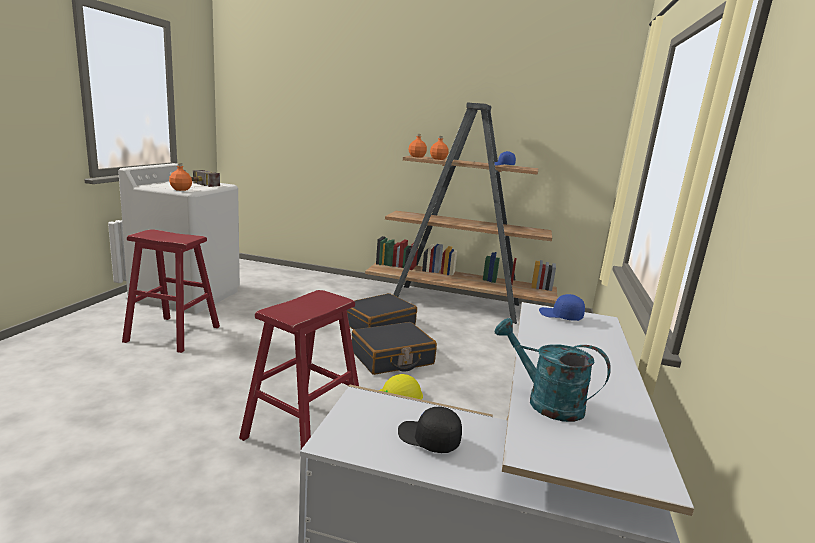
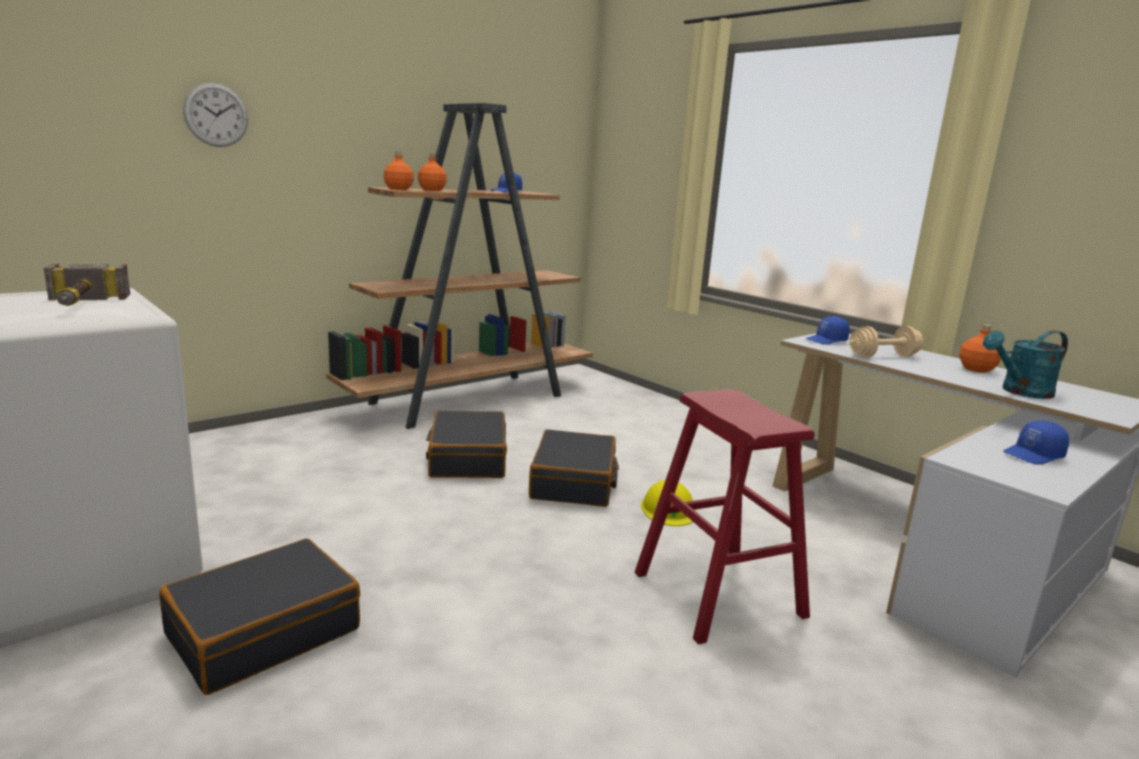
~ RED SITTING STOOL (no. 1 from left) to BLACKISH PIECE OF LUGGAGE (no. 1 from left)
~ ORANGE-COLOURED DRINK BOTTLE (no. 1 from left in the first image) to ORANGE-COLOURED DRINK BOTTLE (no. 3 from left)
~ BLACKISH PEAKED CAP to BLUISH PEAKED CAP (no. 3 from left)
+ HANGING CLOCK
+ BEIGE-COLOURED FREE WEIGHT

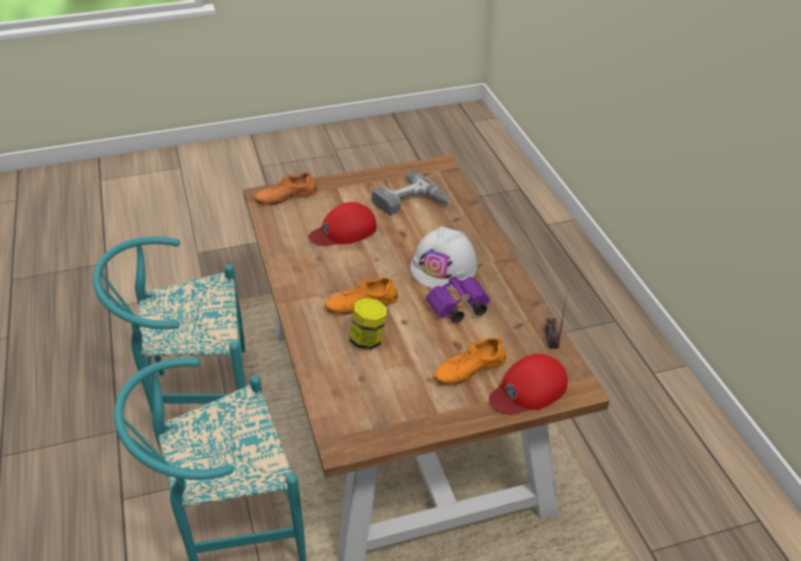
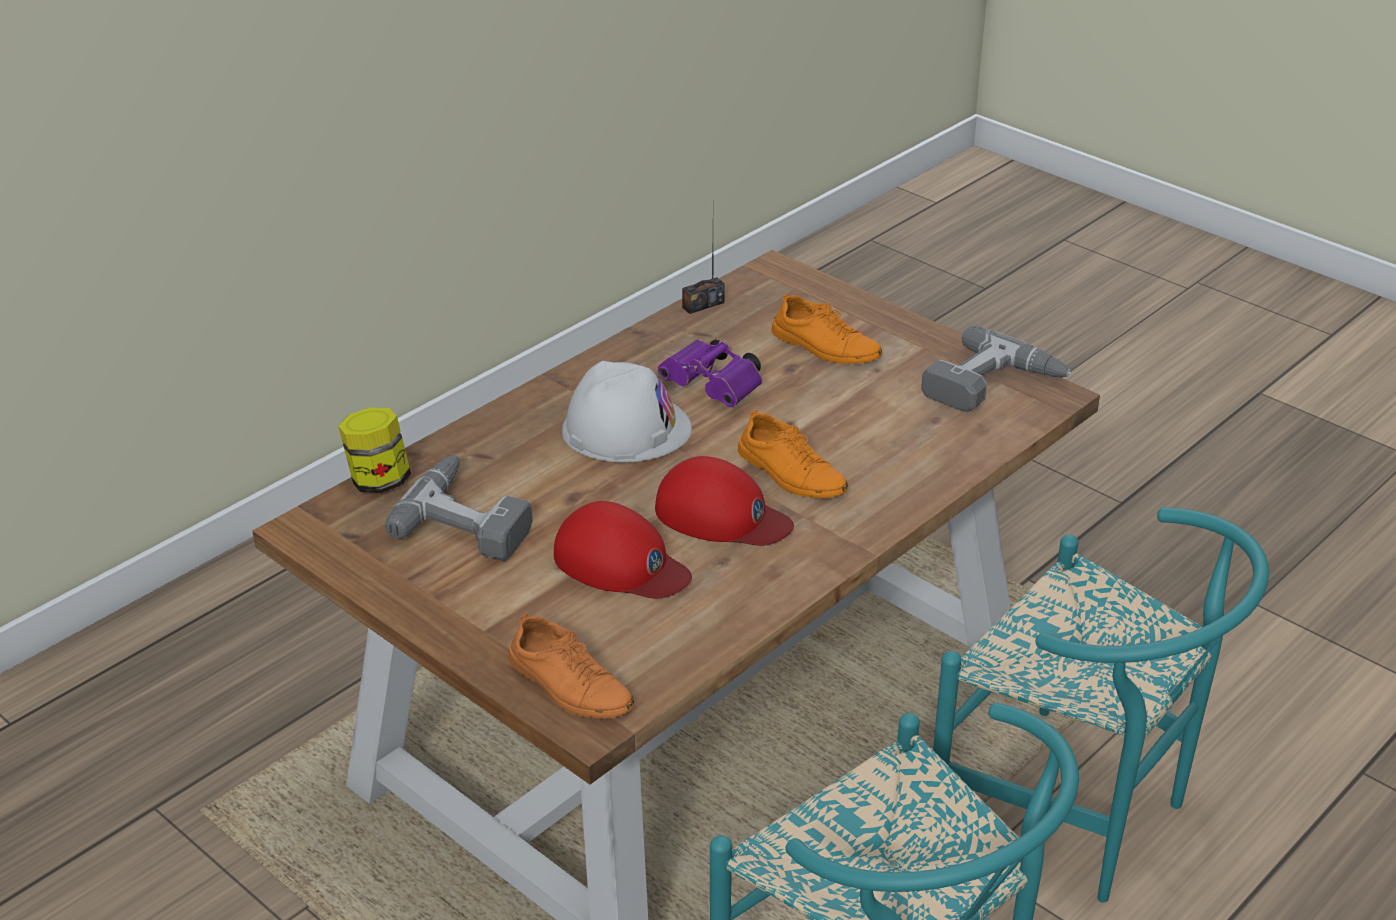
~ JAR
~ RED PEAKED CAP (no. 2 from left)
+ ELECTRIC DRILL (no. 2 from left)

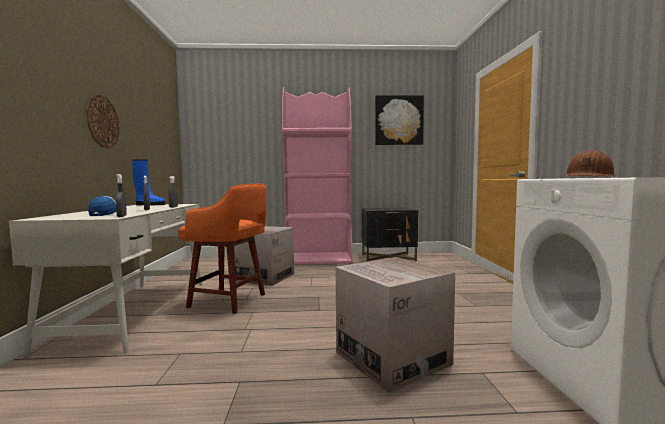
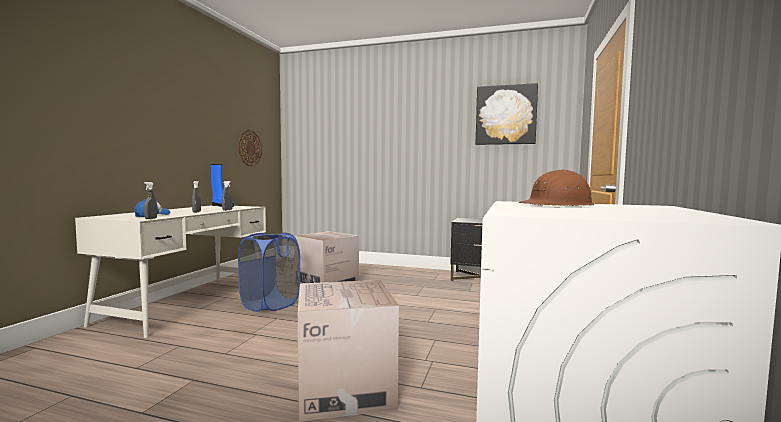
~ HANGING CLOCK
~ ORANGE-COLOURED SITTING STOOL to BLUISH LAUNDRY BASKET
- PINK-COLOURED BOOKSHELF

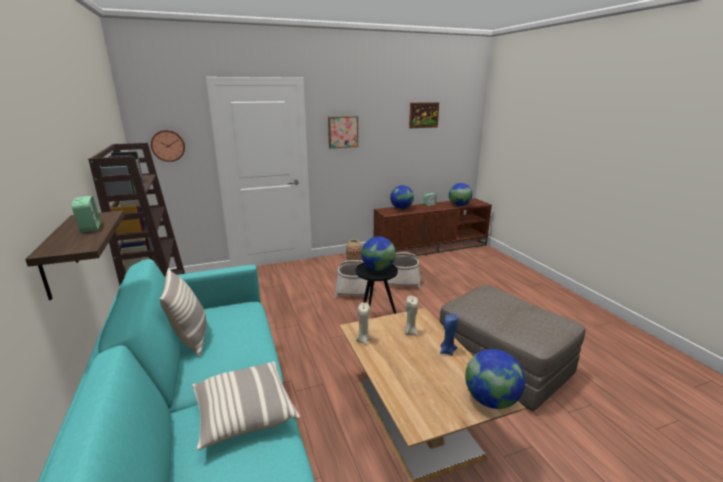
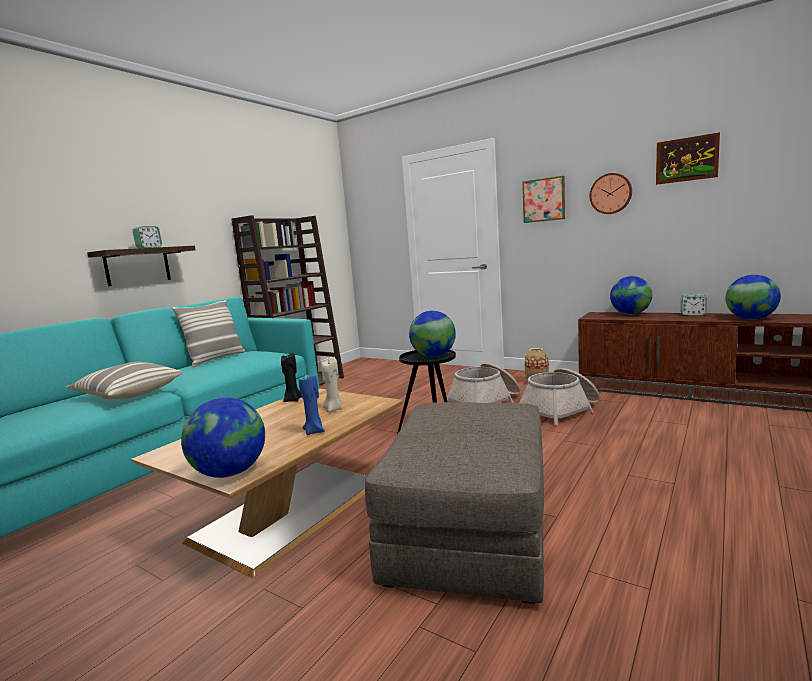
~ HANGING CLOCK
~ BEIGE-COLOURED WAX CANDLE (no. 1 from left) to BLACKISH WAX CANDLE

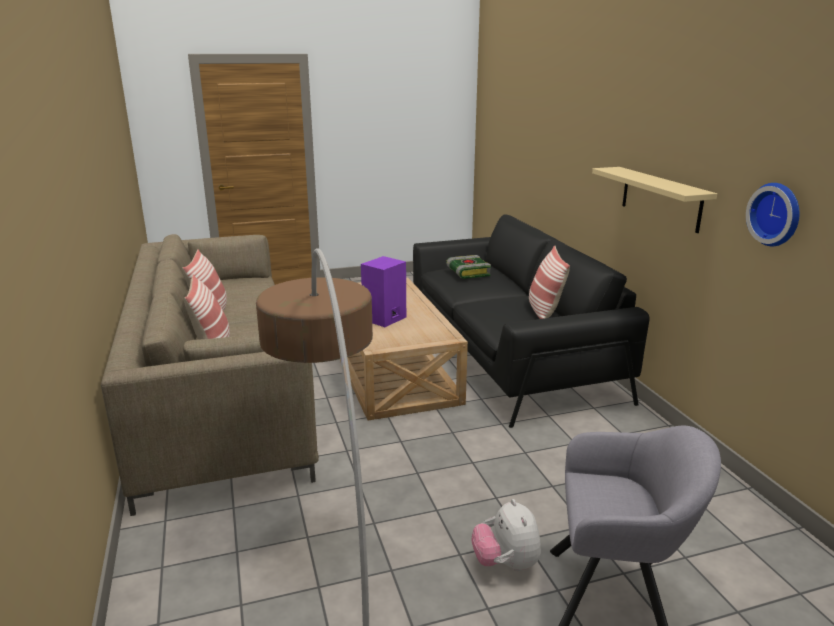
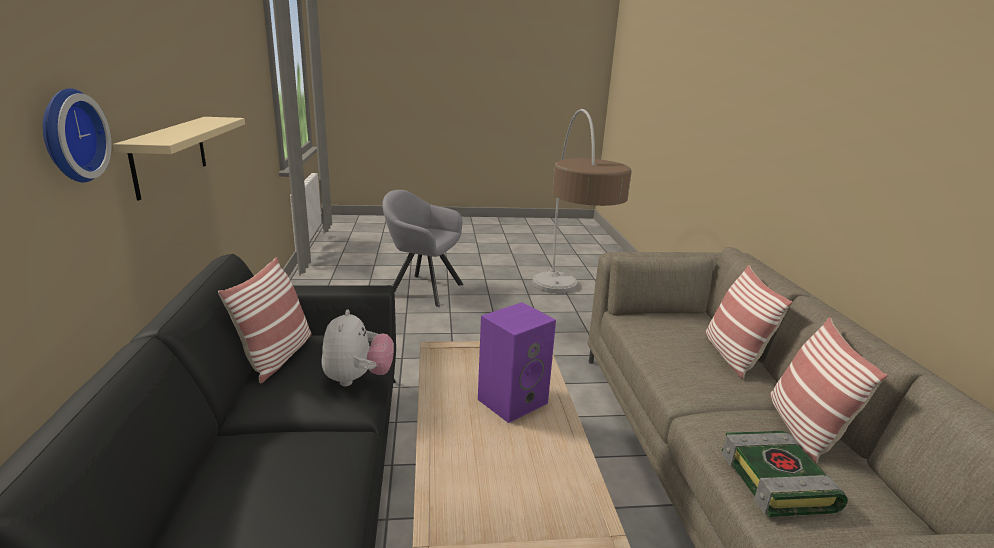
~ BOOK
~ PLUSH TOY
~ HANGING CLOCK

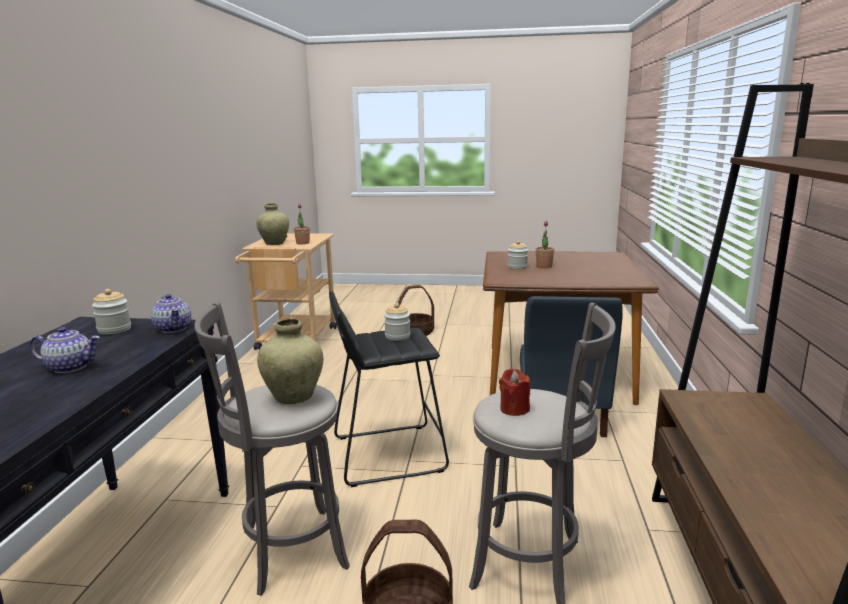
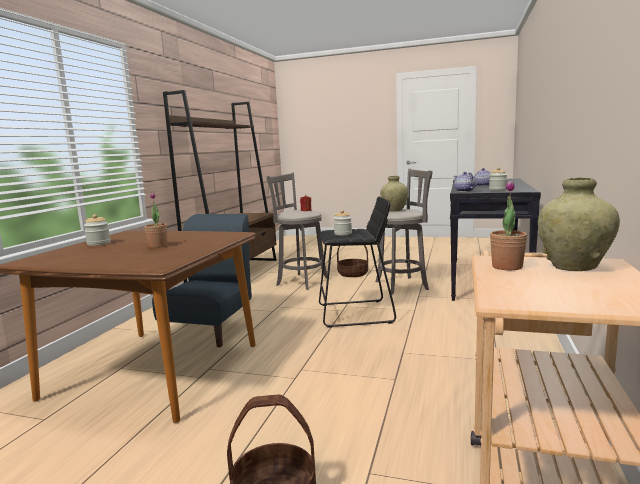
~ JAR (no. 3 from left in the first image) to JAR (no. 1 from left)

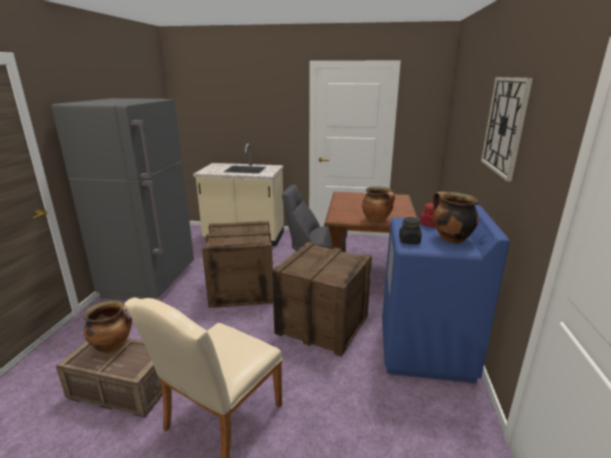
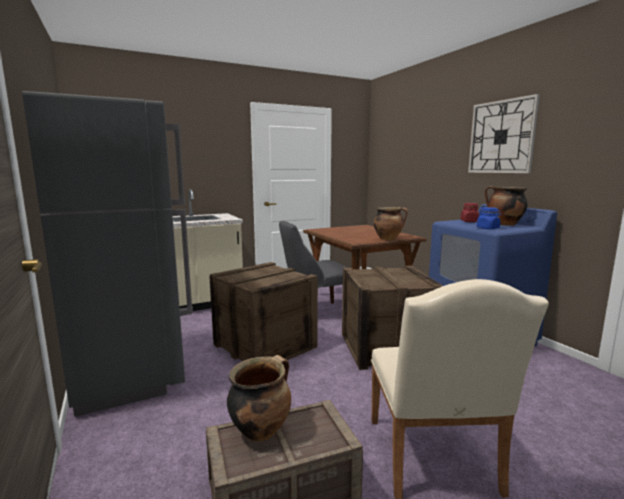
~ BLACKISH JAR to BLUISH JAR

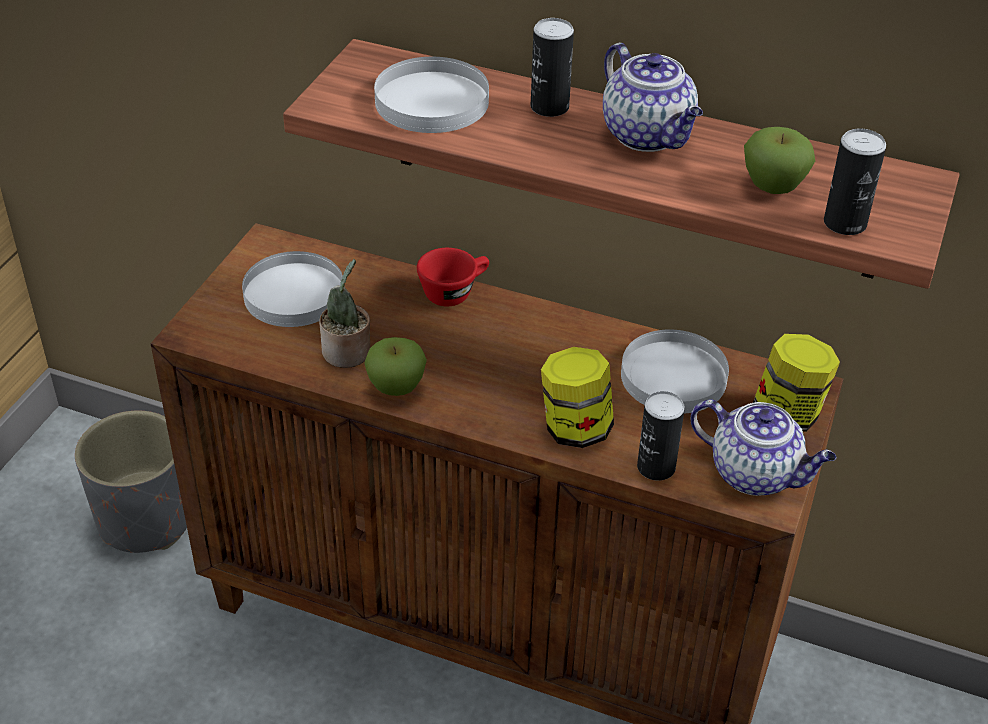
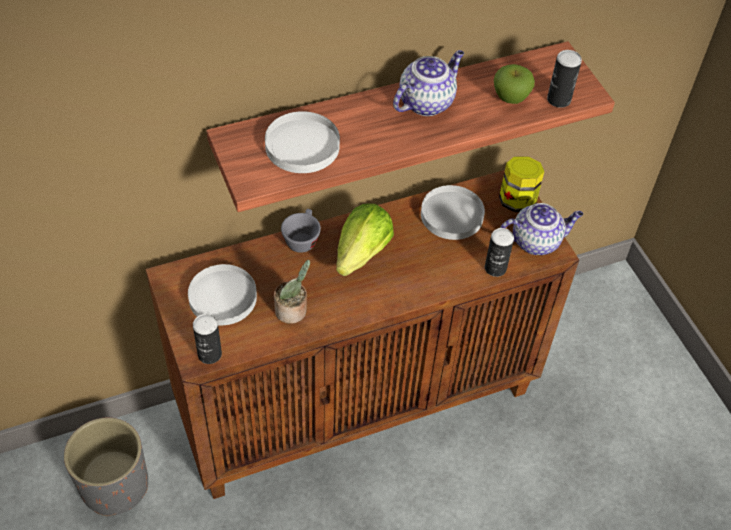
- WHOLE APPLE (no. 1 from left)
~ RED DRINKING CUP to GREYISH DRINKING CUP
~ METAL CAN (no. 1 from left)
- JAR (no. 1 from left)
~ TEAPOT (no. 1 from left) 60 degrees counterclockwise
+ LETTUCE

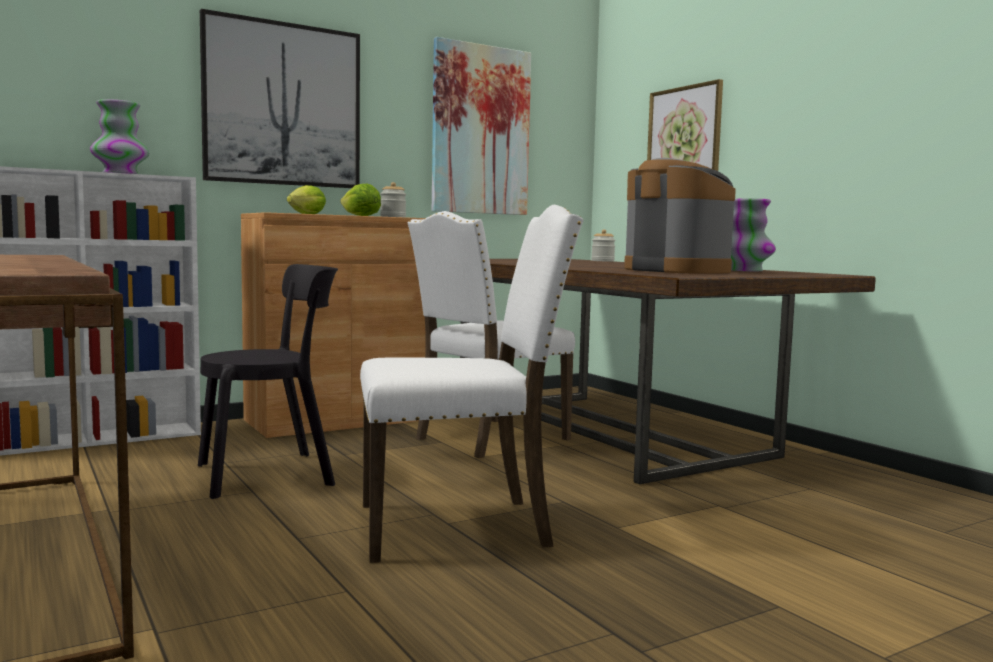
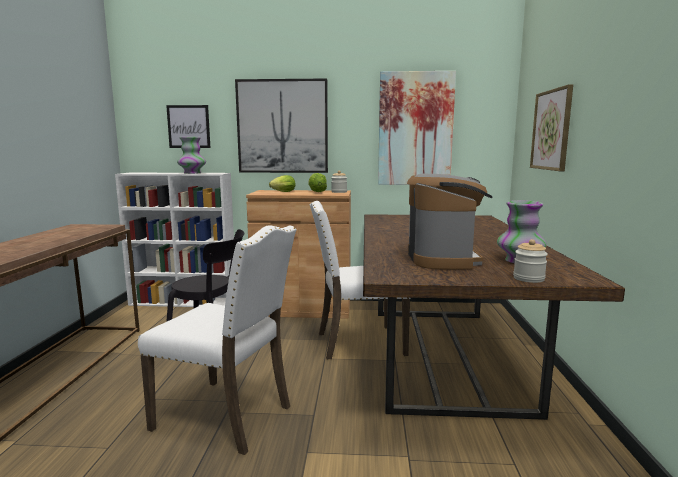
~ JAR (no. 2 from left)
+ WALL PICTURE (no. 1 from left)

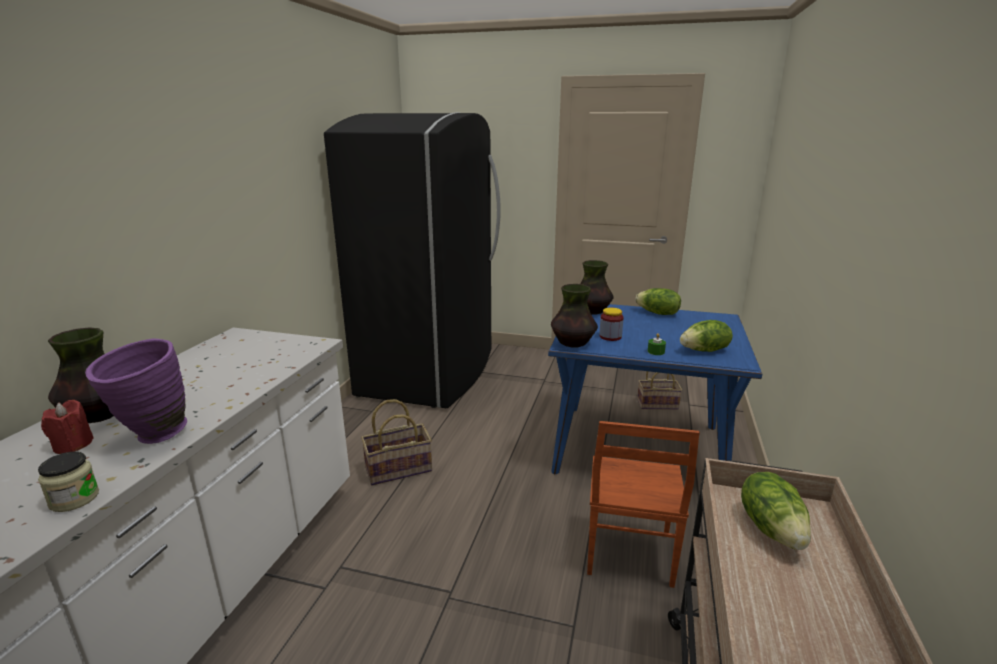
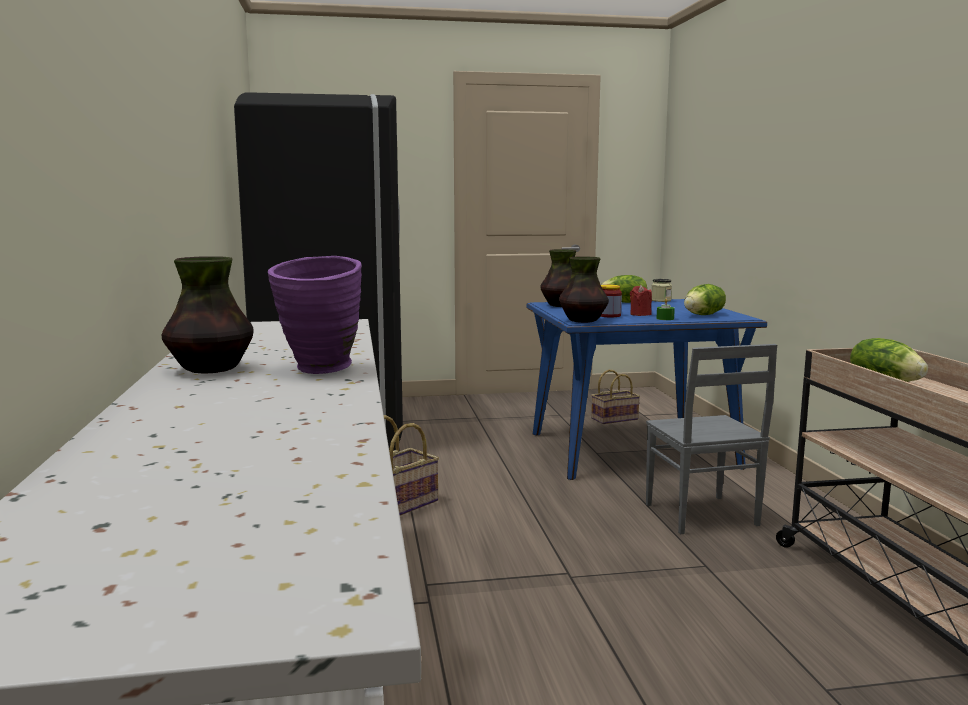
~ JAR (no. 1 from left in the first image) to JAR (no. 2 from left)
~ RED WAX CANDLE
~ BROWNISH UPRIGHT CHAIR to GREYISH UPRIGHT CHAIR

